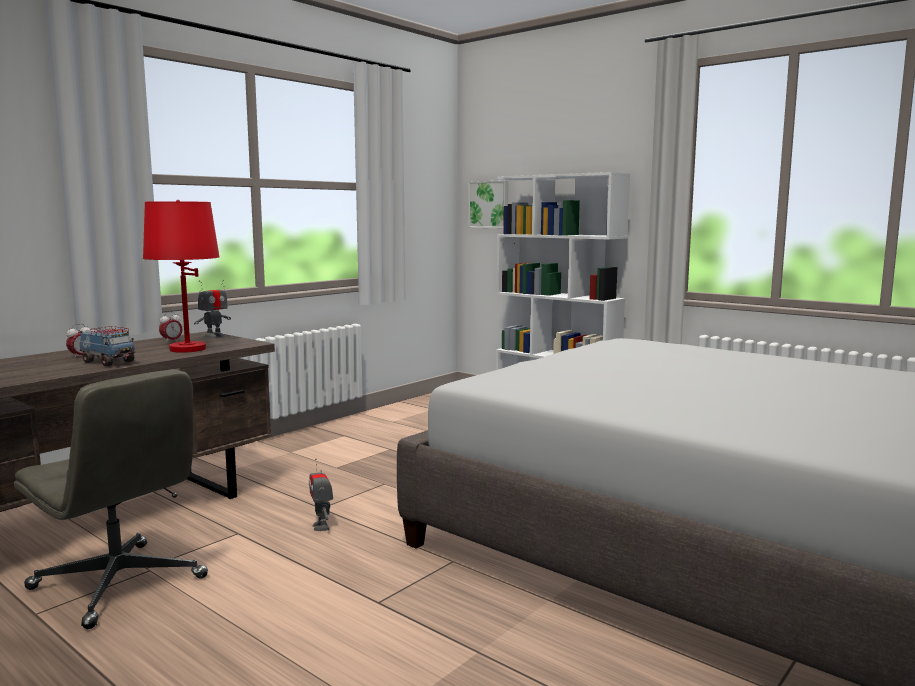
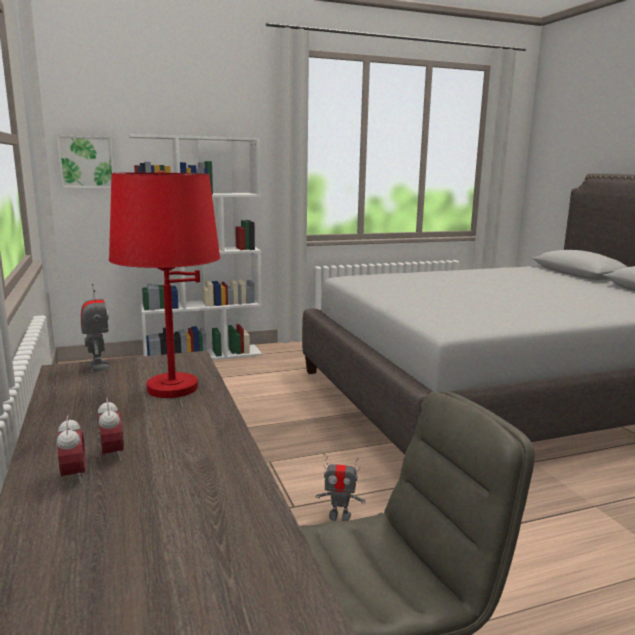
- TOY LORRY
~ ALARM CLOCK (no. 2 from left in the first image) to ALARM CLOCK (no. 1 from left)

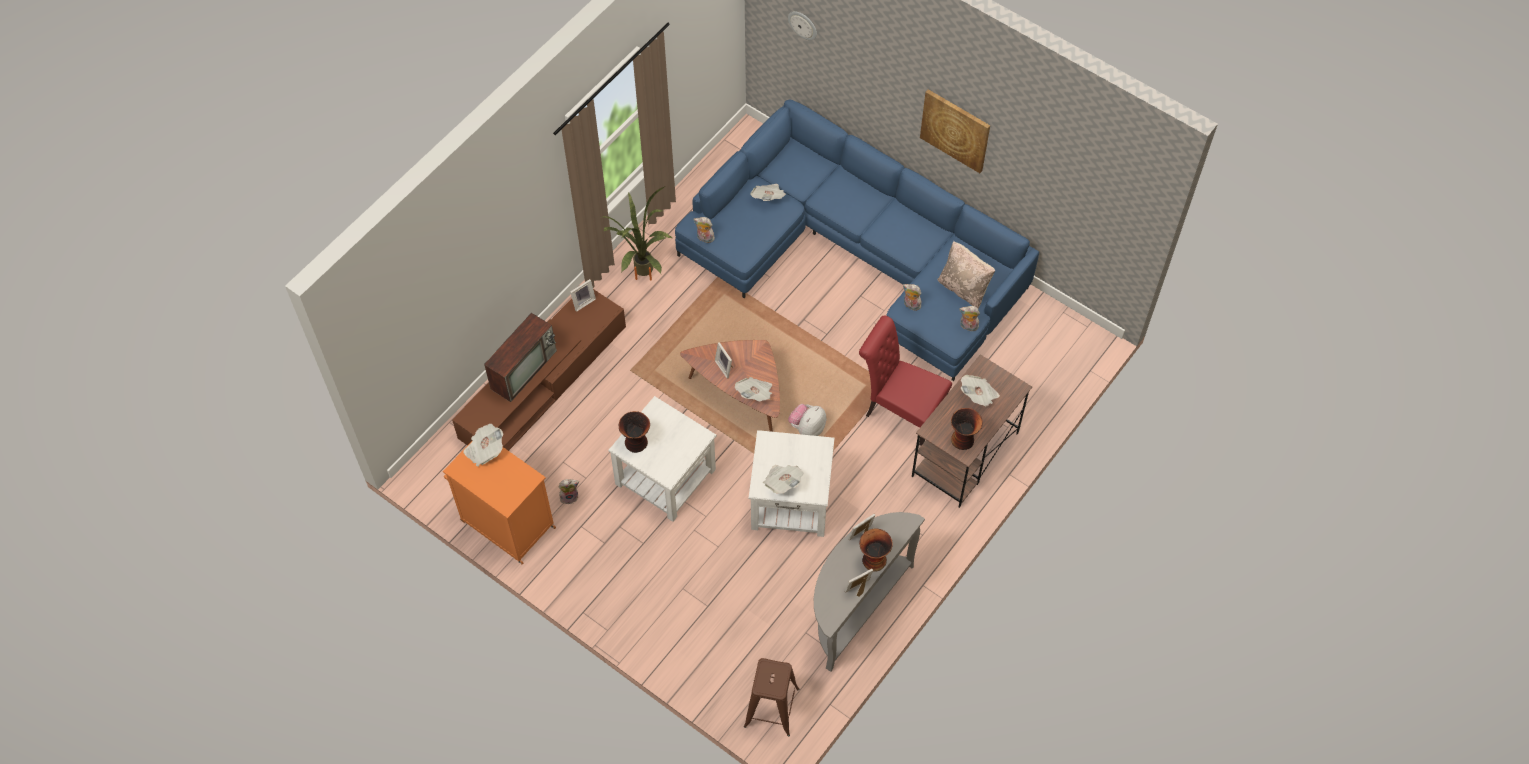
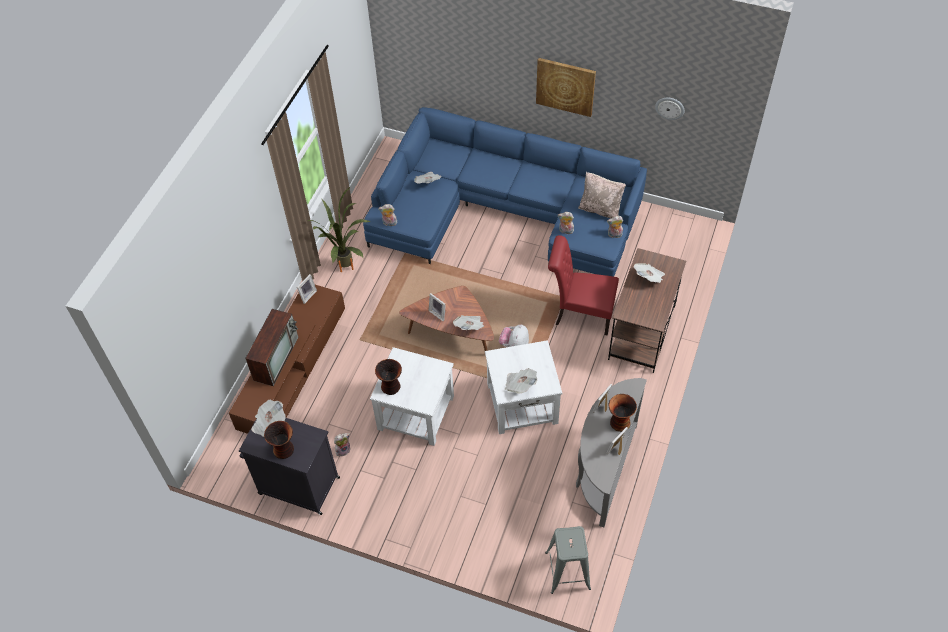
~ ORANGE-COLOURED STORAGE CABINET to BLACKISH STORAGE CABINET
~ BROWNISH SITTING STOOL to GREYISH SITTING STOOL
~ HANGING CLOCK
~ VASE (no. 3 from left in the first image) to VASE (no. 1 from left)

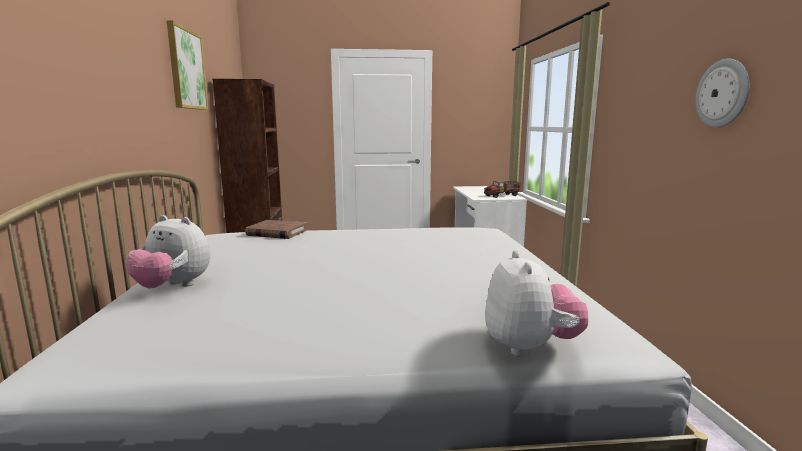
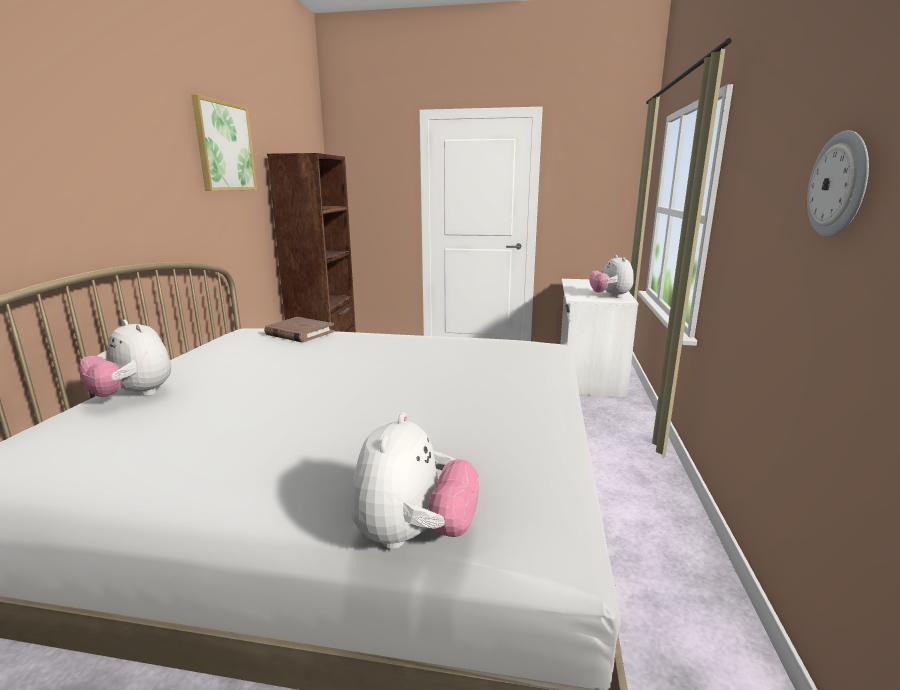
~ TOY LORRY to PLUSH TOY (no. 3 from left)

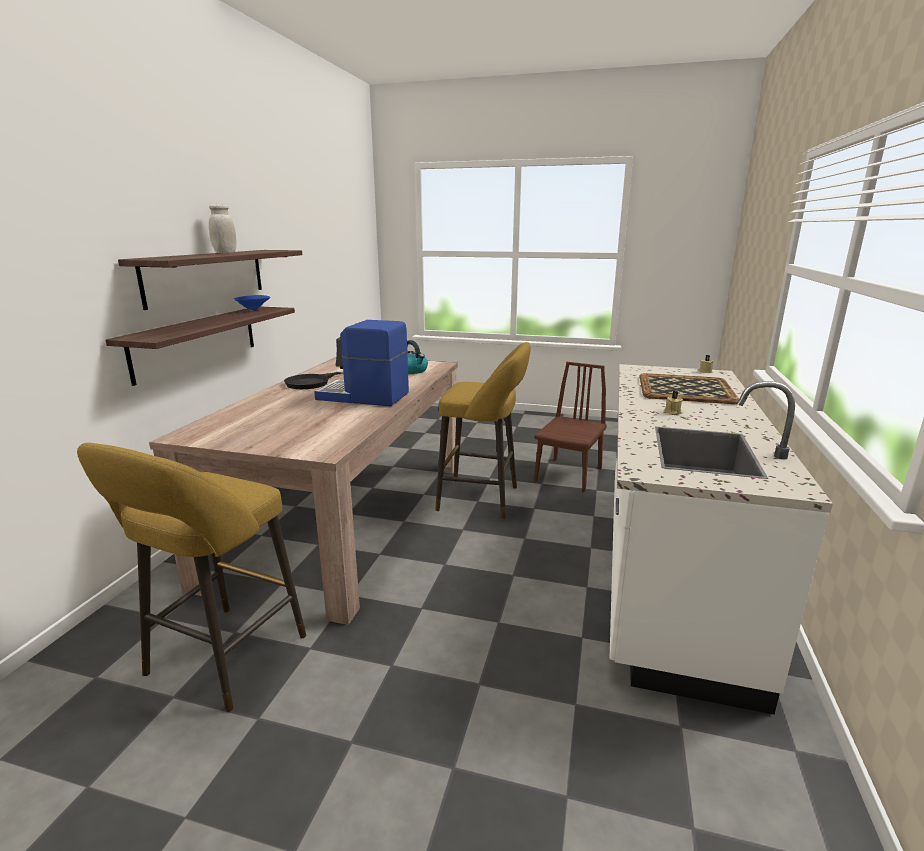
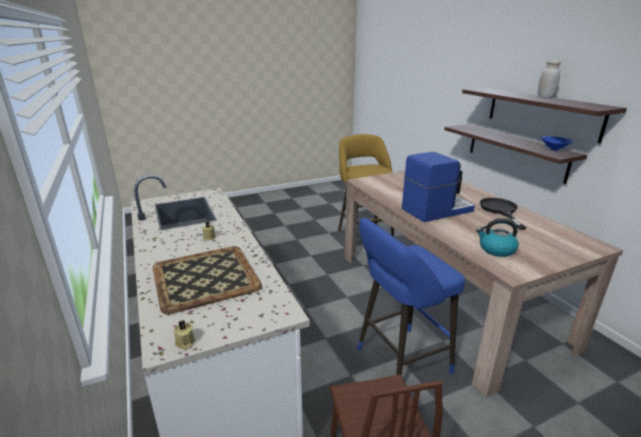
~ YELLOW SITTING STOOL (no. 2 from left) to BLUISH SITTING STOOL

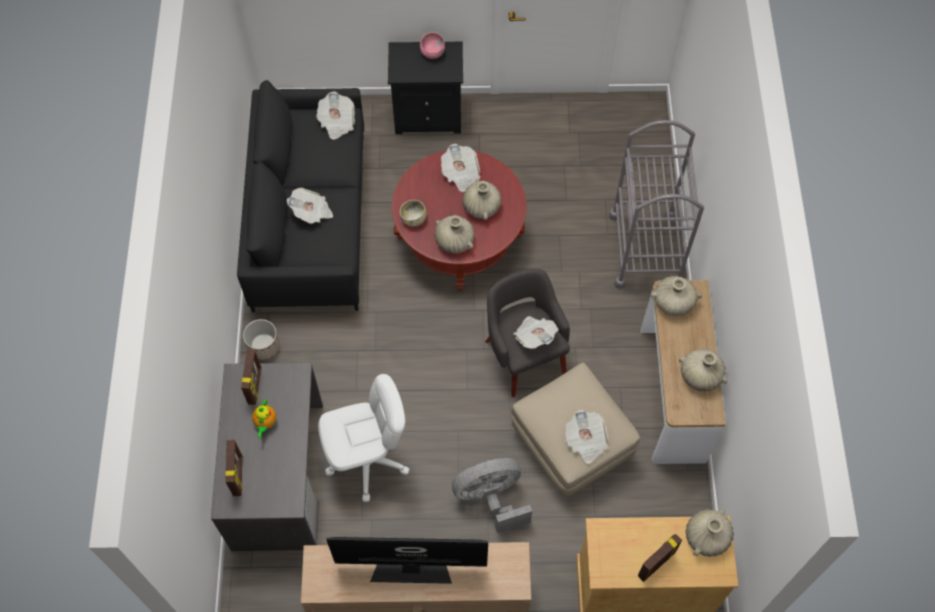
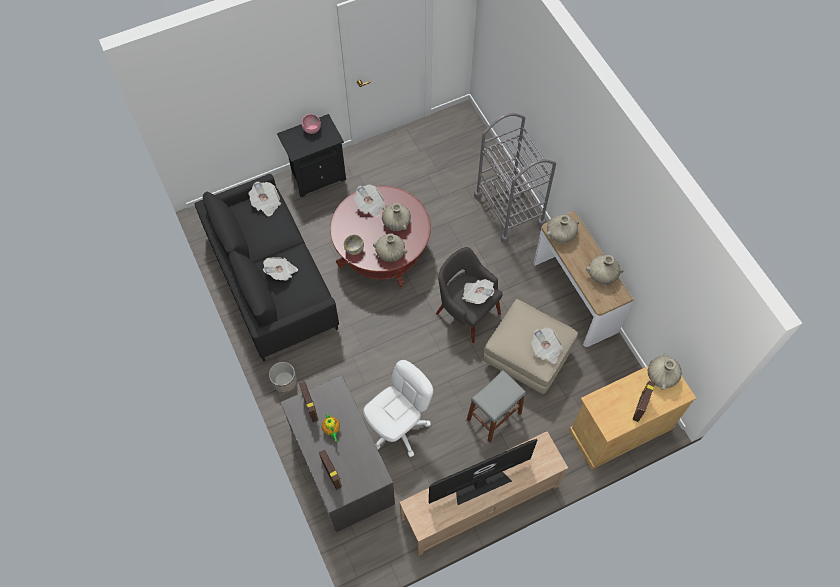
~ GREYISH ELECTRIC FAN to GREYISH SITTING STOOL

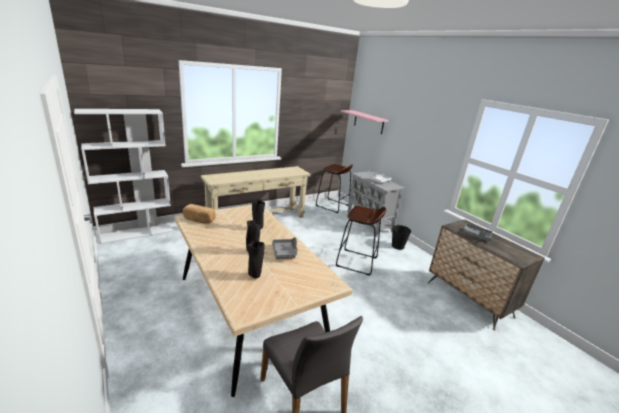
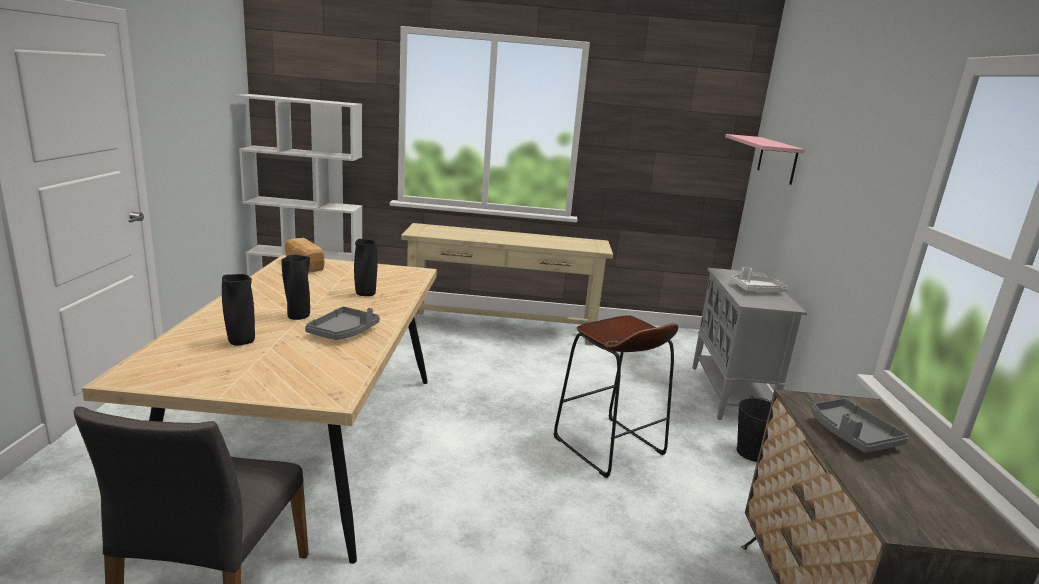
- BROWNISH SITTING STOOL (no. 1 from left)

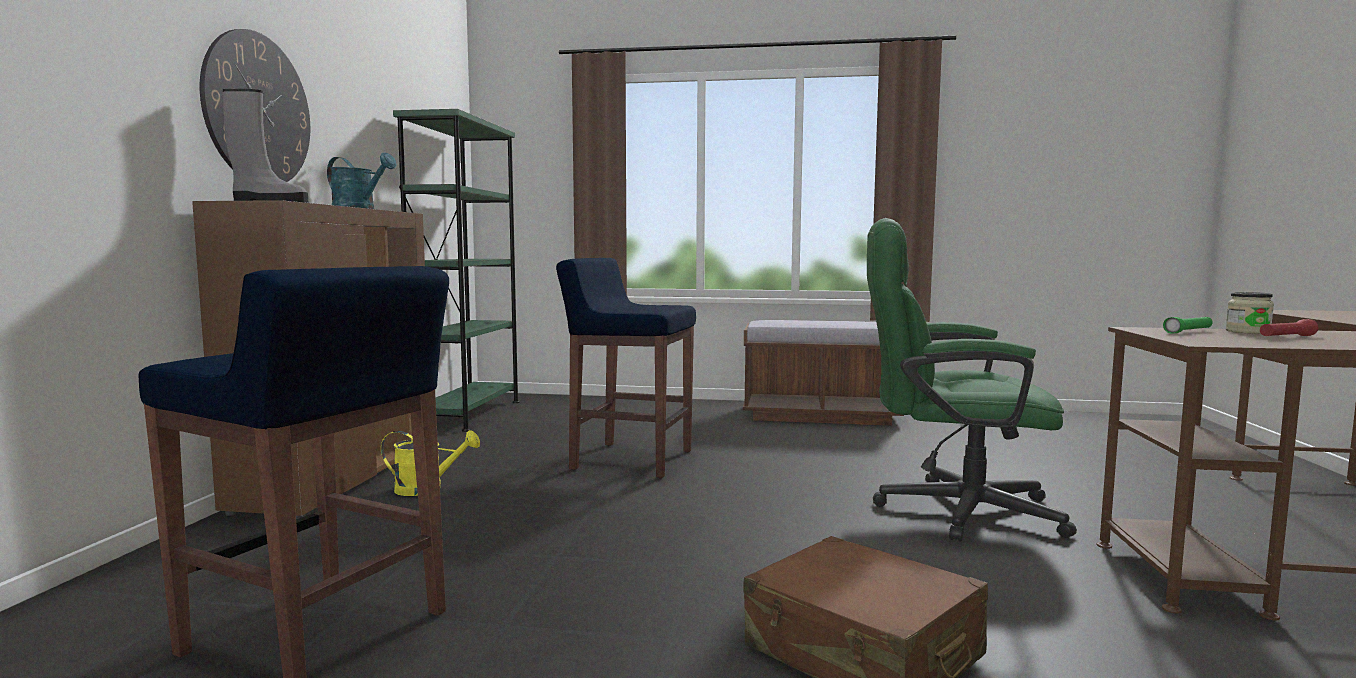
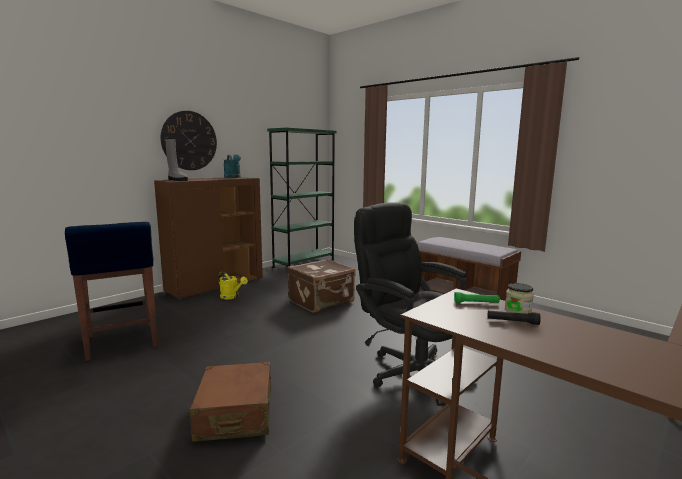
~ BLUISH SITTING STOOL (no. 2 from left) to BROWNISH PIECE OF LUGGAGE (no. 2 from left)
~ GREEN-COLOURED DESK CHAIR to BLACKISH DESK CHAIR
~ RED HAND TORCH to BLACKISH HAND TORCH

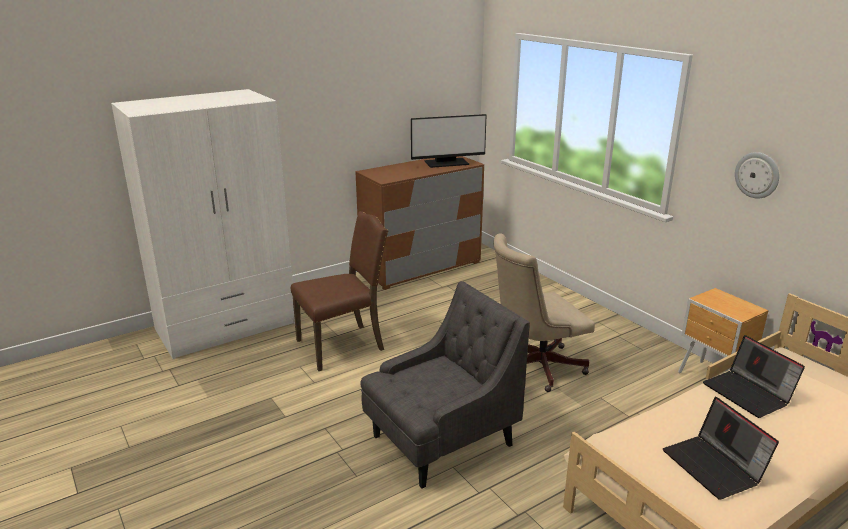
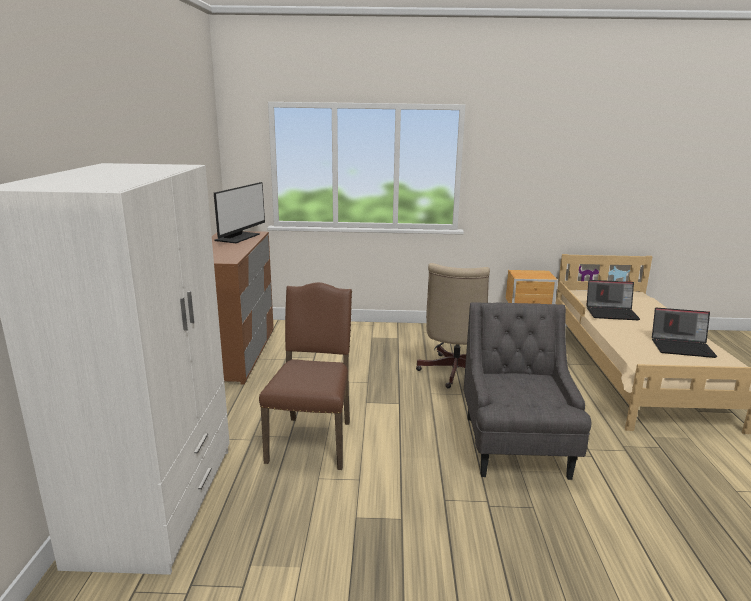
- HANGING CLOCK

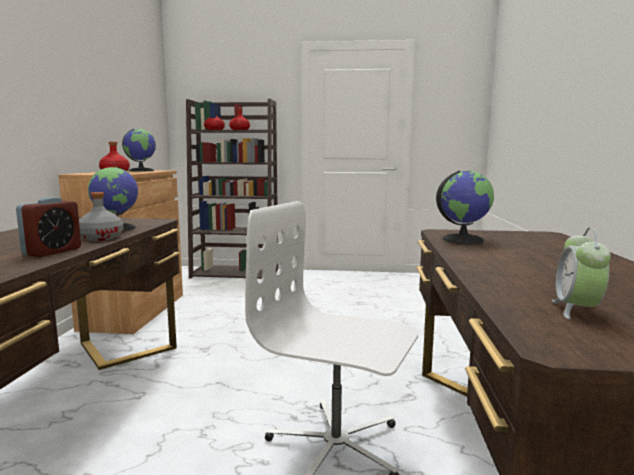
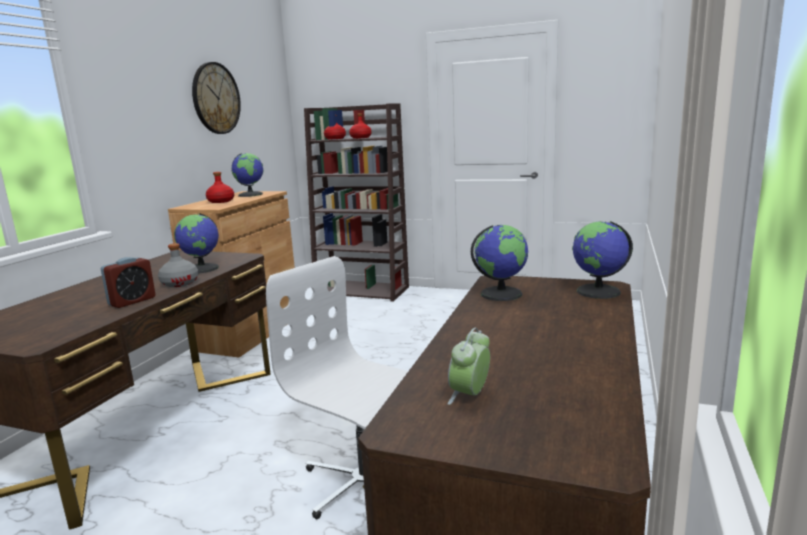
+ HANGING CLOCK
+ DESK GLOBE (no. 4 from left)

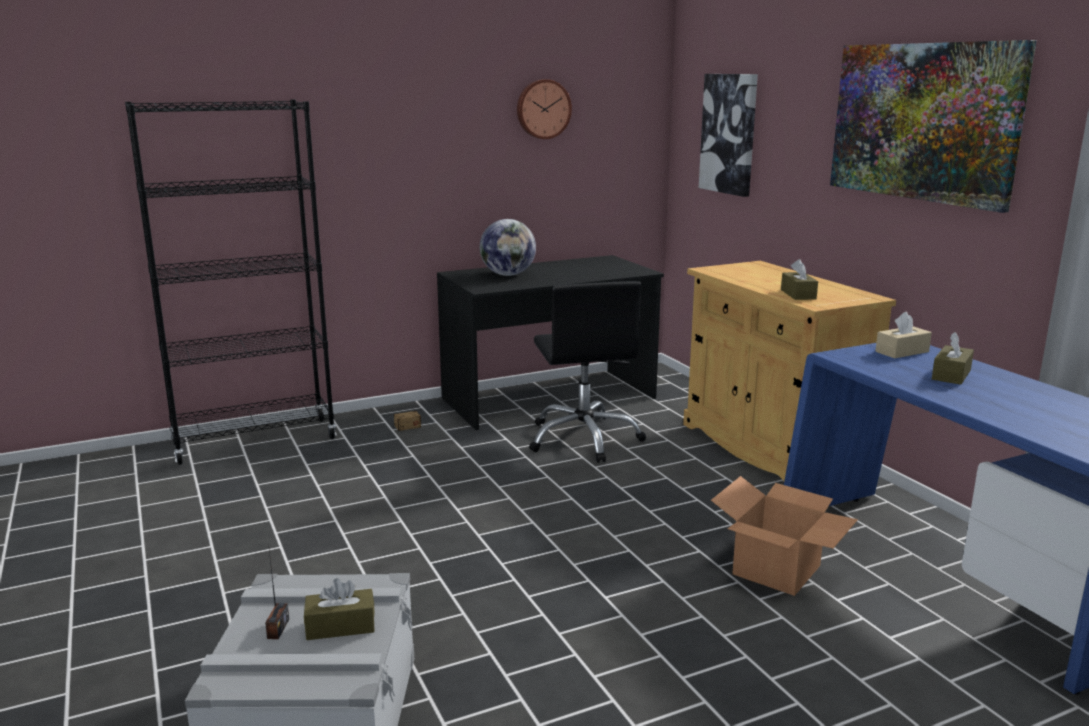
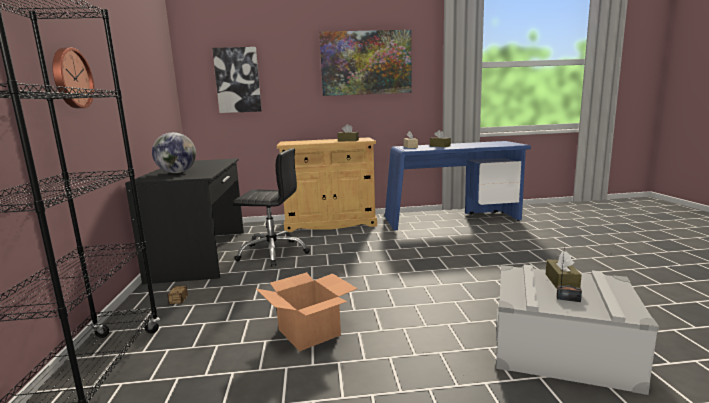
~ HANGING CLOCK
~ CARDBOARD BOX

